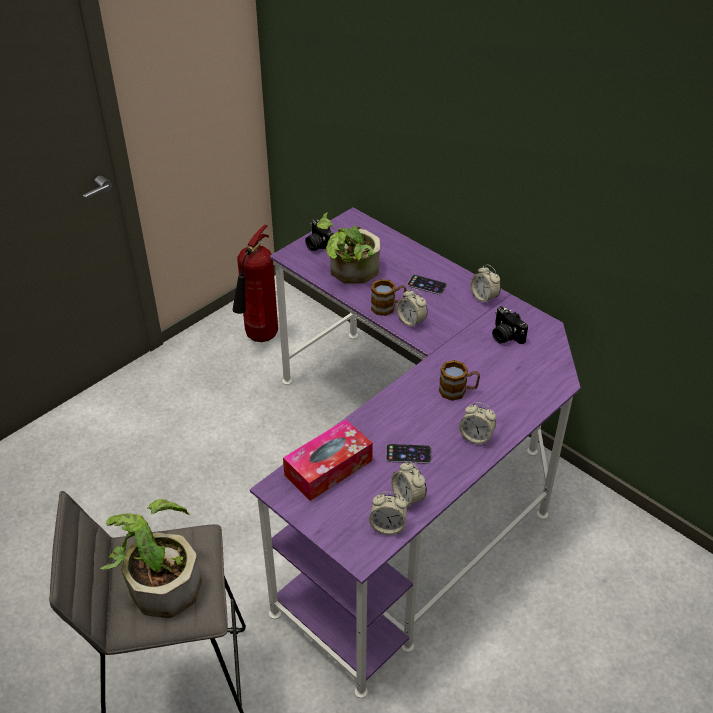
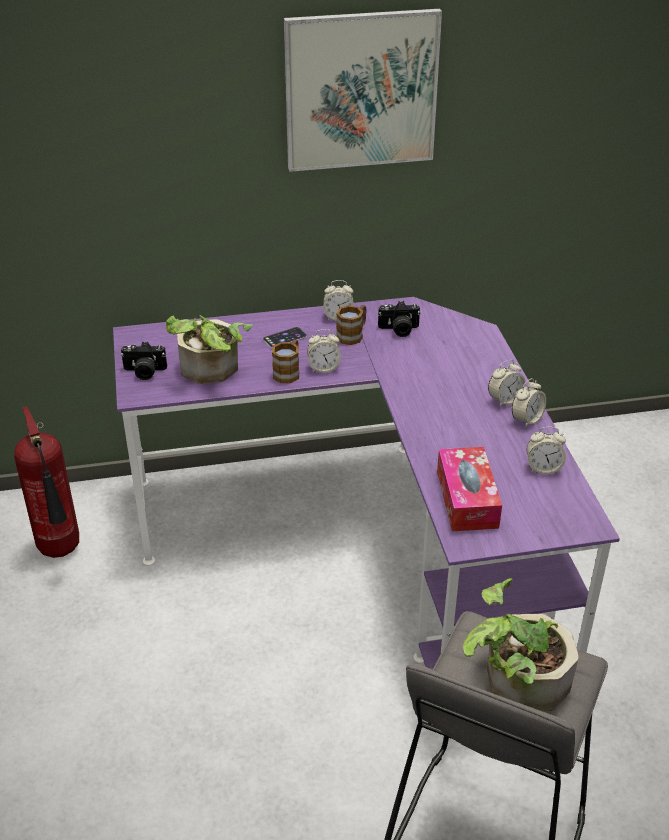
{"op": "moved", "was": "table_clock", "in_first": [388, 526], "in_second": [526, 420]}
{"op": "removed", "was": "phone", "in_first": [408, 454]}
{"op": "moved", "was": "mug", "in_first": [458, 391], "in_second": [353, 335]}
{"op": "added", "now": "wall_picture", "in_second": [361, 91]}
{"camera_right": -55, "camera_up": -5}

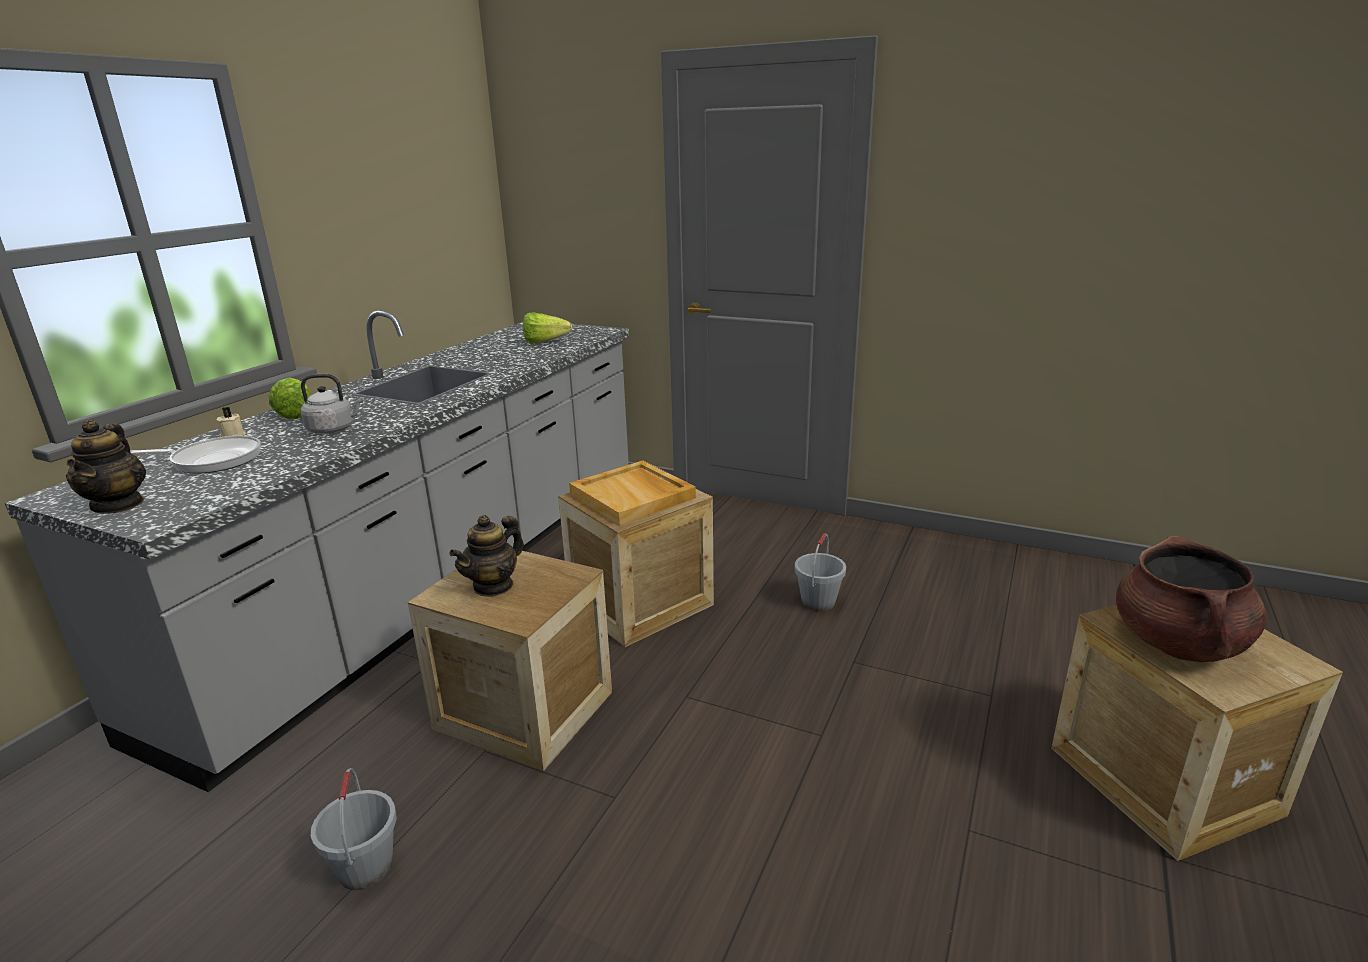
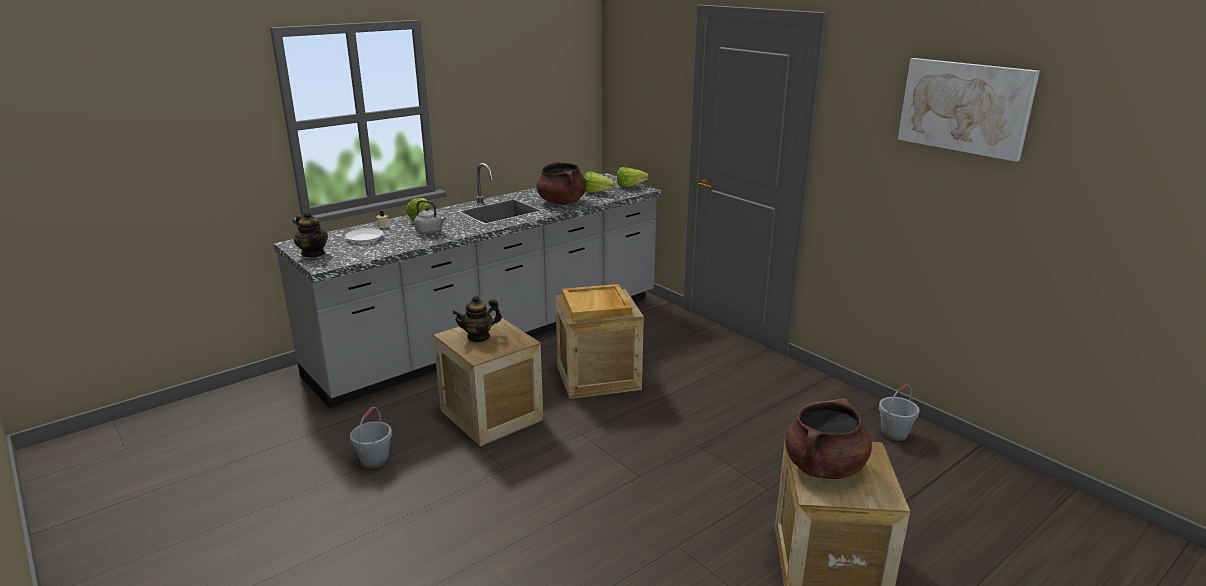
{"op": "turned", "was": "teapot", "in_first": [118, 504], "in_second": [313, 254], "clockwise": -60}
{"op": "replaced", "was": "pan", "now": "white_plate", "in_first": [212, 460], "in_second": [365, 238]}
{"op": "moved", "was": "greyish_water_bucket", "in_first": [818, 601], "in_second": [894, 433]}
{"op": "added", "now": "brown-coloured_saucepot", "in_second": [562, 202]}
{"op": "added", "now": "head_of_lettuce", "in_second": [633, 186]}
{"op": "added", "now": "wall_picture", "in_second": [965, 107]}
{"camera_right": 25, "camera_up": 0}

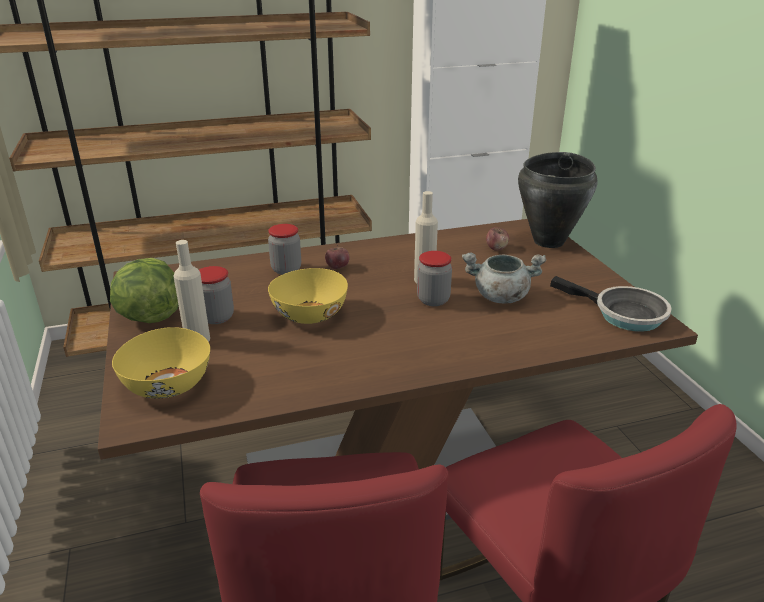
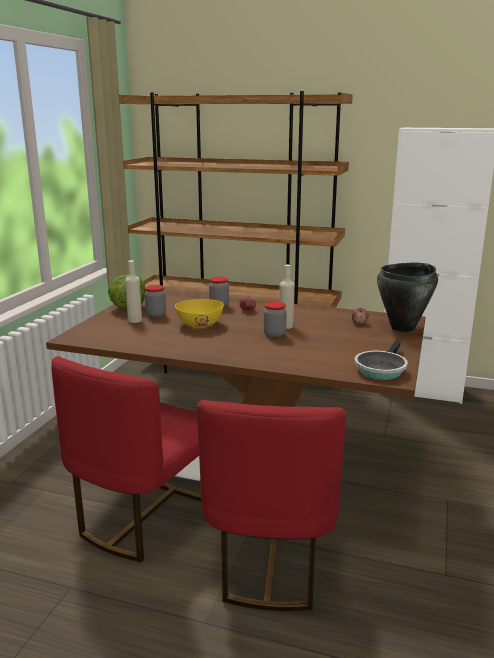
{"op": "removed", "was": "yellow_bowl", "in_first": [167, 384]}
{"op": "removed", "was": "greyish_saucepot", "in_first": [500, 297]}
{"op": "turned", "was": "pan", "in_first": [623, 314], "in_second": [381, 369], "clockwise": 45}
{"camera_right": 35, "camera_up": -10}

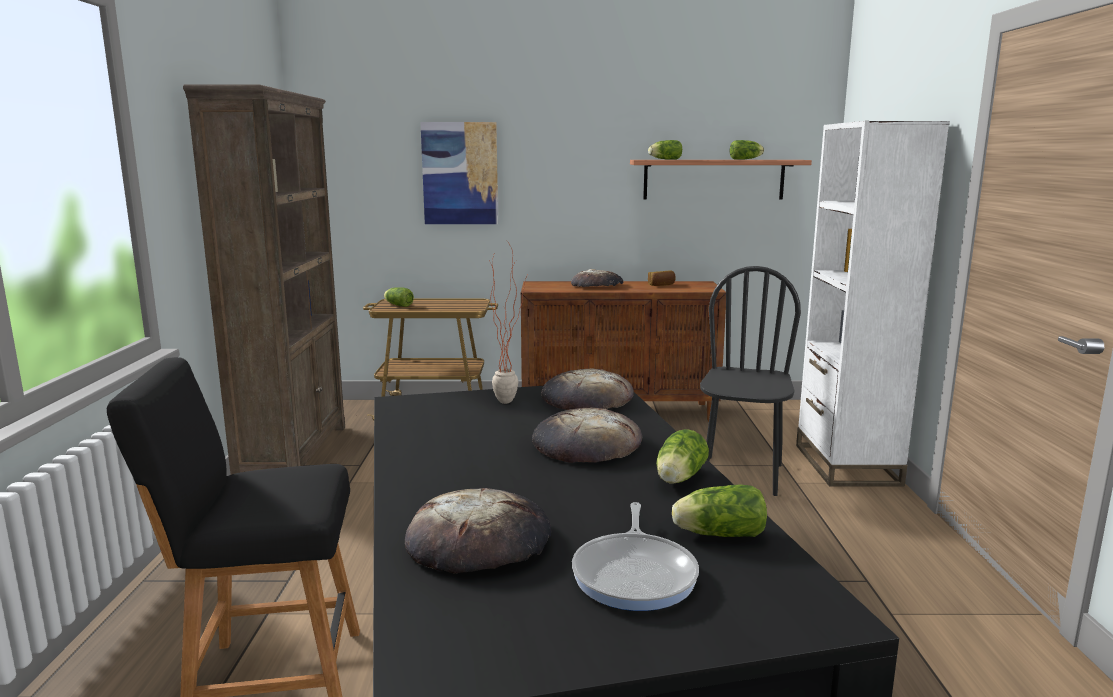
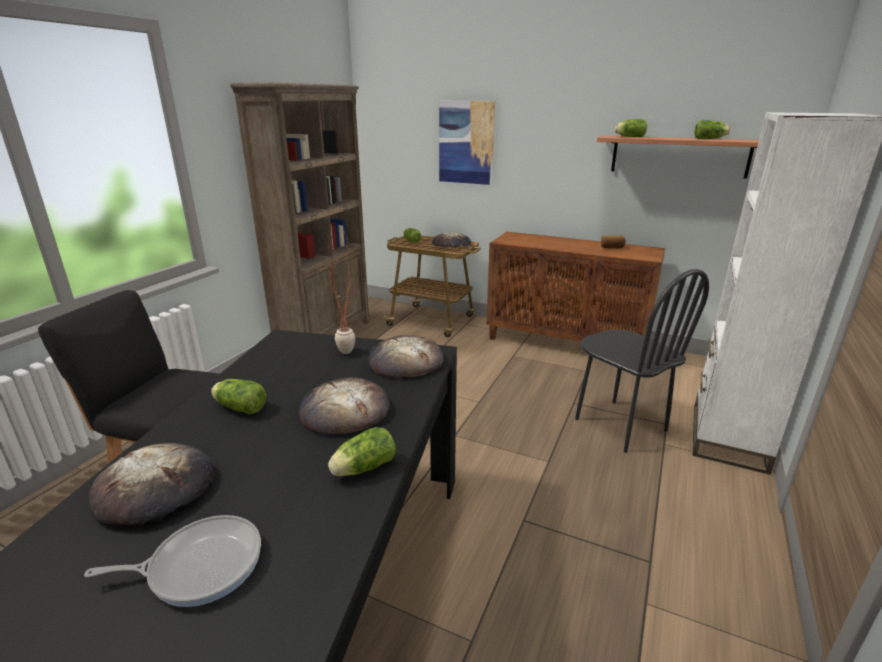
{"op": "moved", "was": "baked_bread", "in_first": [597, 285], "in_second": [451, 244]}
{"op": "turned", "was": "pan", "in_first": [635, 574], "in_second": [200, 565], "clockwise": -135}
{"op": "moved", "was": "head_of_lettuce", "in_first": [716, 534], "in_second": [239, 407]}
{"op": "turned", "was": "black_chair", "in_first": [741, 475], "in_second": [620, 425], "clockwise": 105}
{"camera_right": 25, "camera_up": 10}

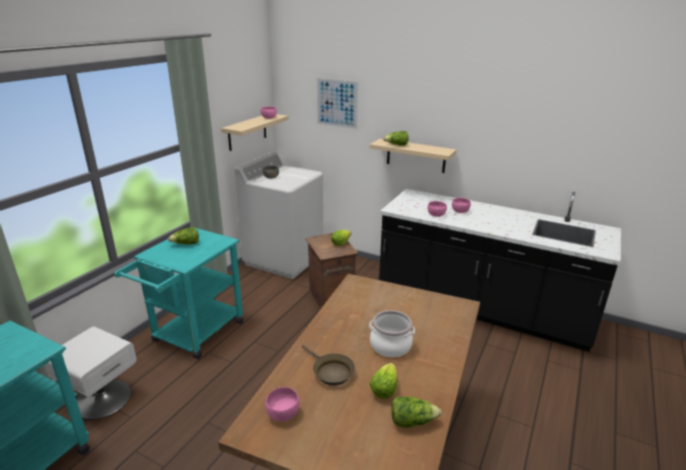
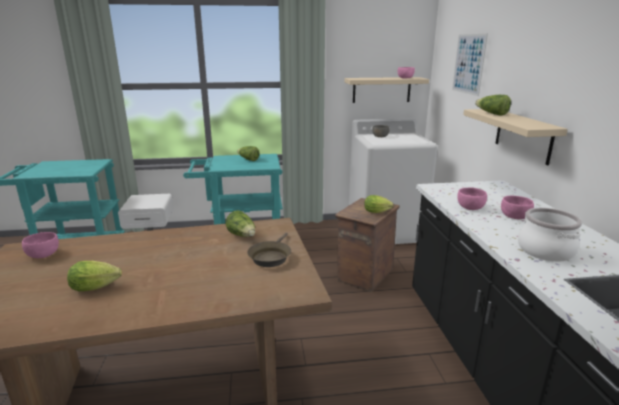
{"op": "moved", "was": "brown-coloured_pan", "in_first": [330, 372], "in_second": [270, 257]}
{"op": "moved", "was": "saucepot", "in_first": [390, 346], "in_second": [544, 251]}
{"op": "moved", "was": "head_of_lettuce", "in_first": [412, 421], "in_second": [242, 235]}
{"camera_right": 55, "camera_up": -5}

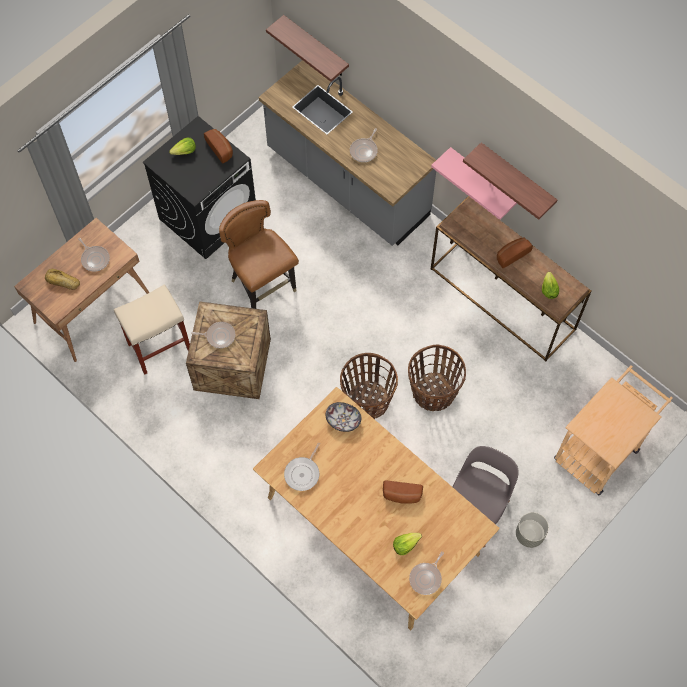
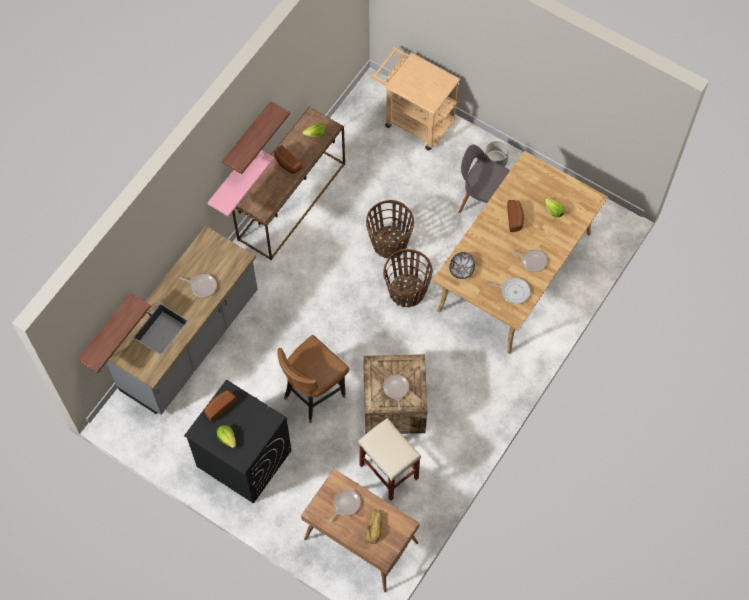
{"op": "moved", "was": "pan", "in_first": [426, 578], "in_second": [532, 261]}
{"camera_right": -100, "camera_up": 0}

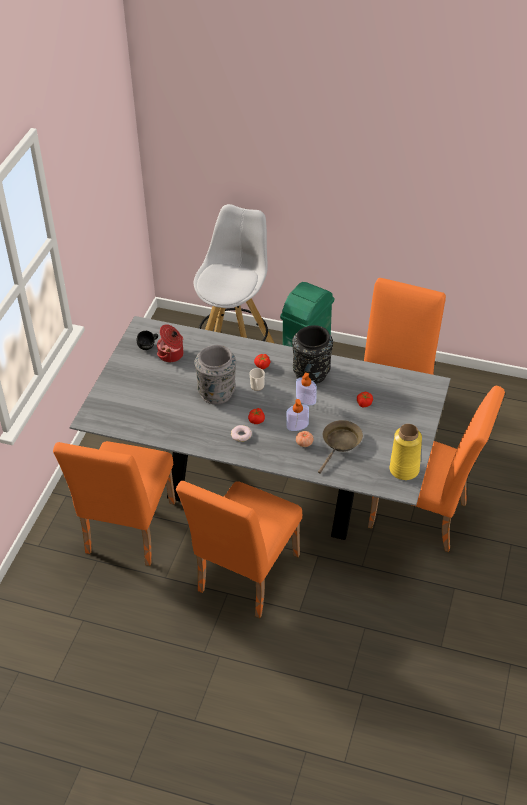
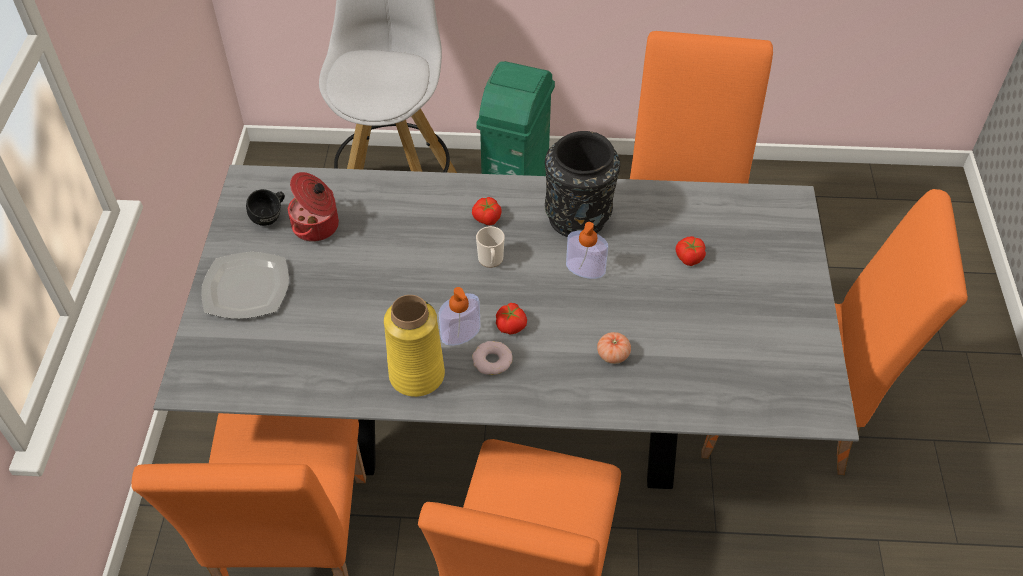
{"op": "removed", "was": "greyish_vase", "in_first": [217, 393]}
{"op": "moved", "was": "soap_bottle", "in_first": [297, 425], "in_second": [460, 333]}
{"op": "removed", "was": "brown-coloured_pan", "in_first": [340, 443]}
{"op": "moved", "was": "yellow_vase", "in_first": [404, 469], "in_second": [416, 375]}
{"op": "added", "now": "plate", "in_second": [247, 287]}
{"camera_right": -15, "camera_up": 5}

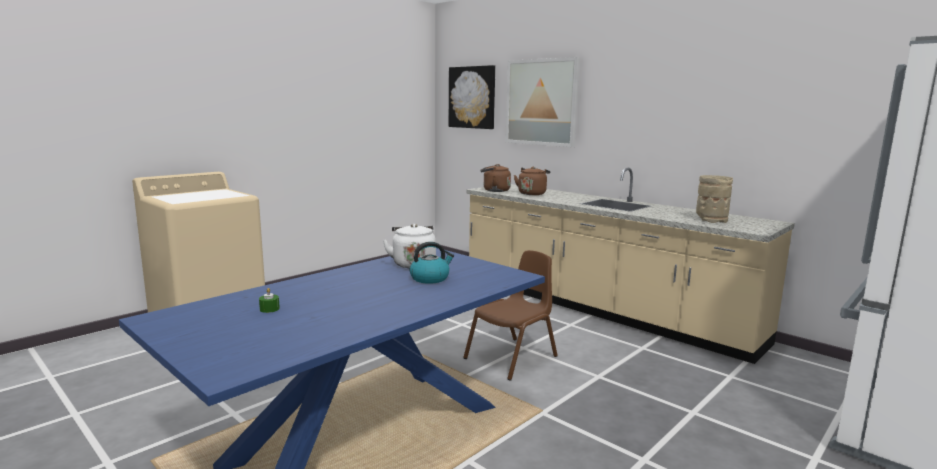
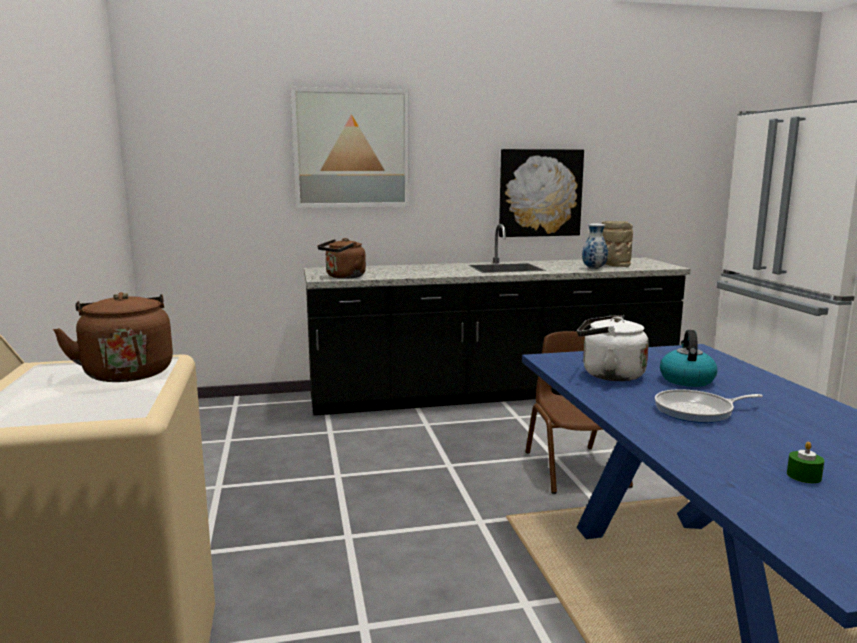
{"op": "moved", "was": "wall_picture", "in_first": [472, 97], "in_second": [540, 193]}
{"op": "recoloured", "was": "beige_kitchen_counter", "now": "black_kitchen_counter", "in_first": [599, 309], "in_second": [493, 393]}
{"op": "moved", "was": "brown-coloured_tea_kettle", "in_first": [532, 193], "in_second": [127, 372]}
{"op": "added", "now": "vase", "in_second": [593, 268]}
{"op": "added", "now": "pan", "in_second": [697, 411]}
{"camera_right": -55, "camera_up": 0}

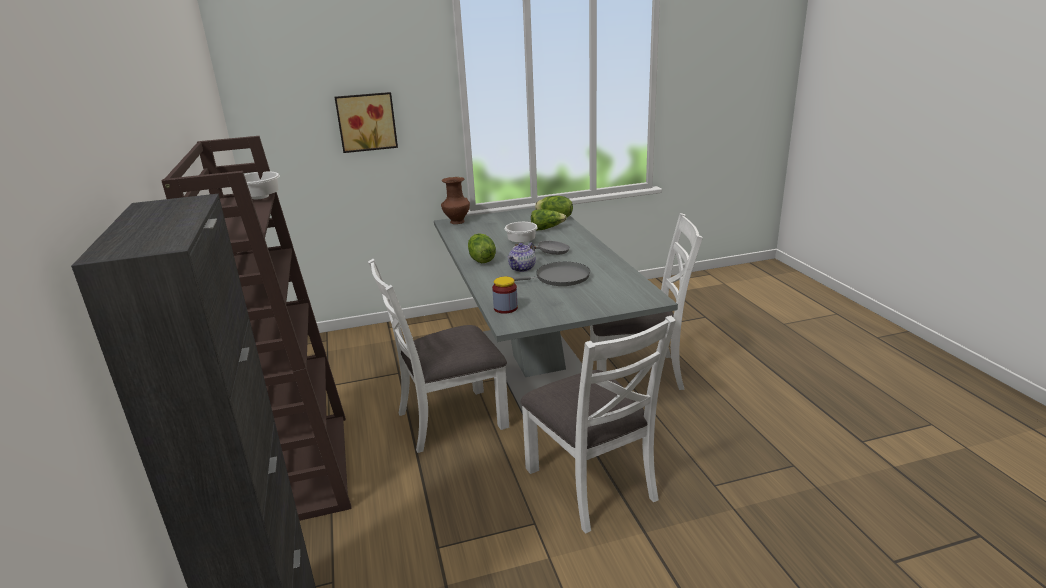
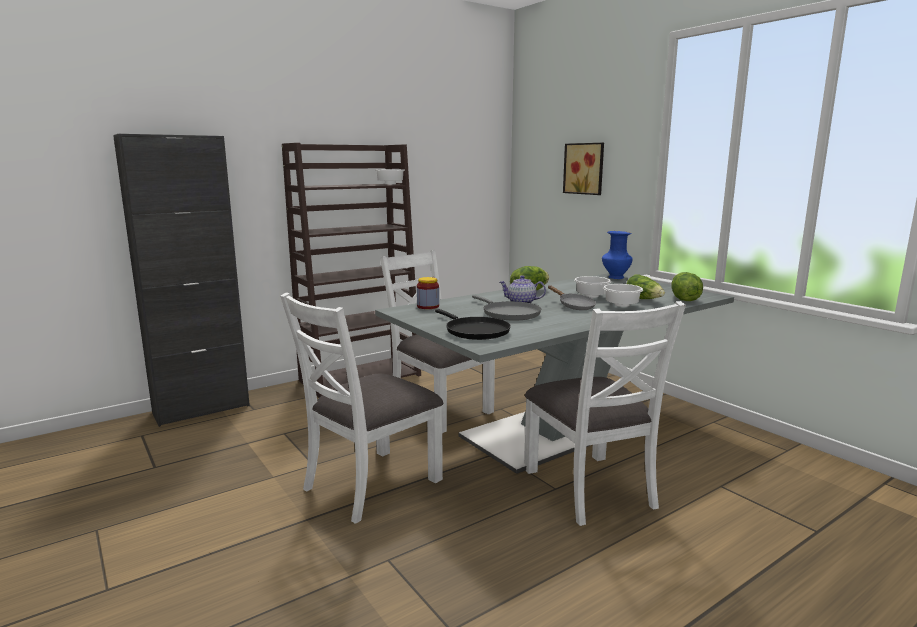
{"op": "recoloured", "was": "brown-coloured_vase", "now": "bluish_vase", "in_first": [456, 222], "in_second": [615, 277]}
{"op": "added", "now": "black_pan", "in_second": [474, 331]}
{"op": "added", "now": "white_bowl", "in_second": [620, 306]}
{"camera_right": 70, "camera_up": -10}

